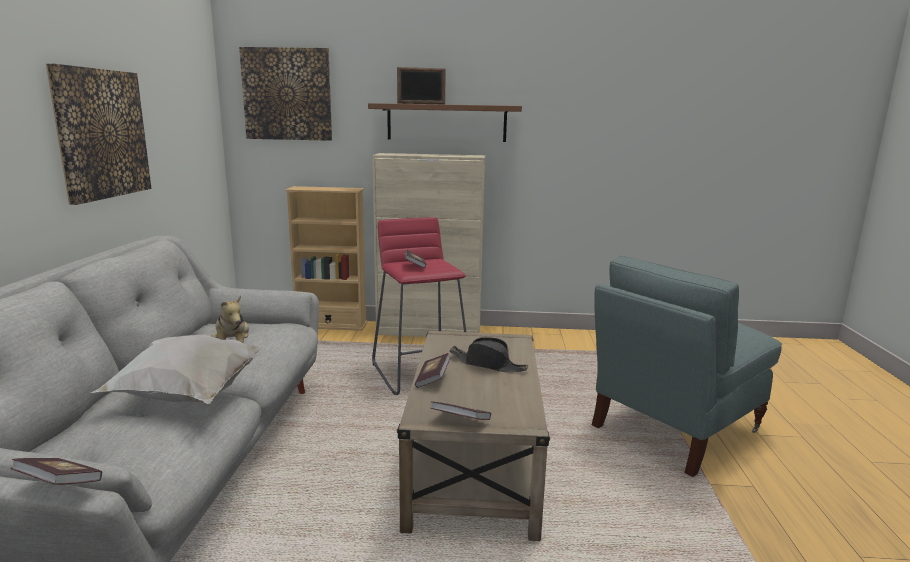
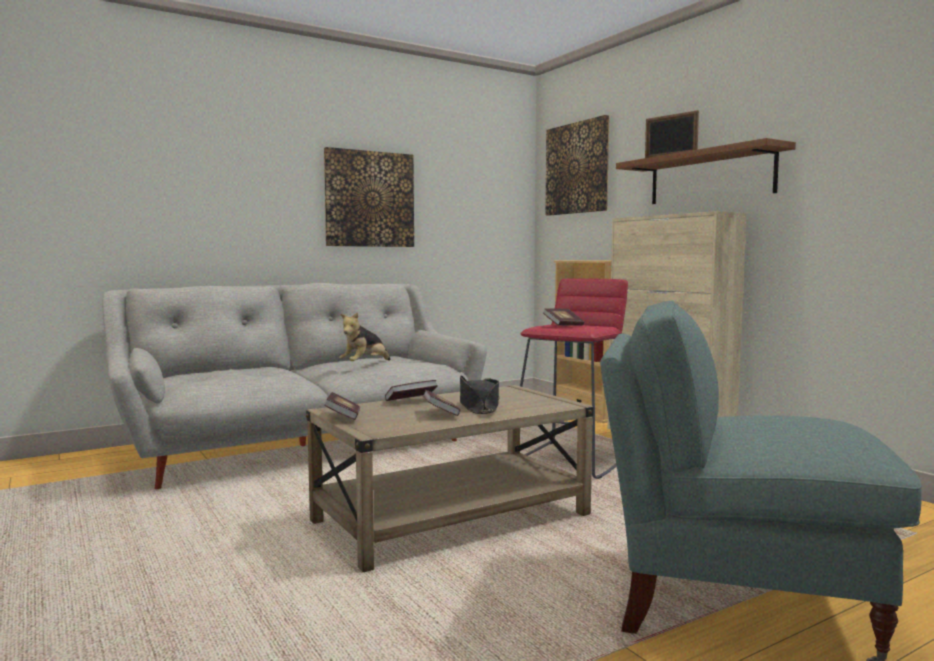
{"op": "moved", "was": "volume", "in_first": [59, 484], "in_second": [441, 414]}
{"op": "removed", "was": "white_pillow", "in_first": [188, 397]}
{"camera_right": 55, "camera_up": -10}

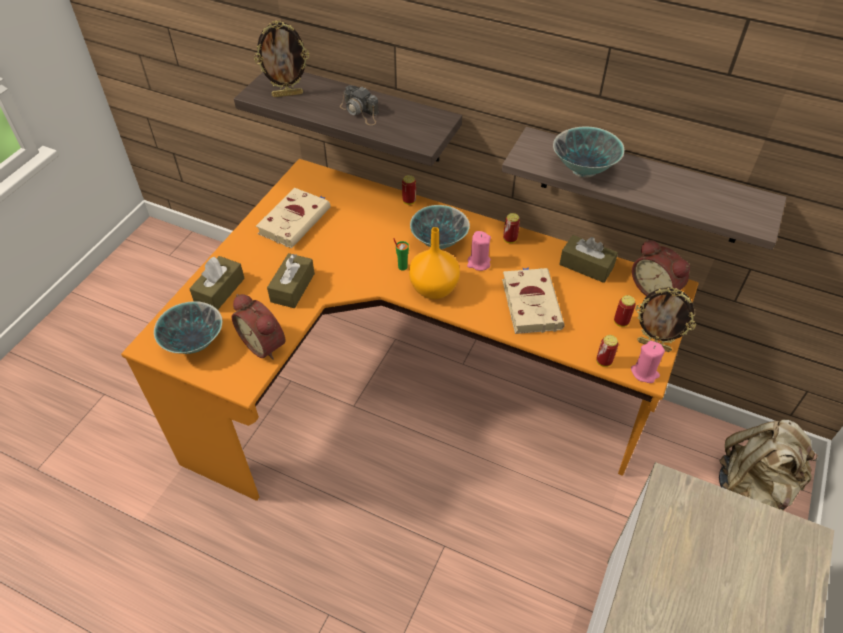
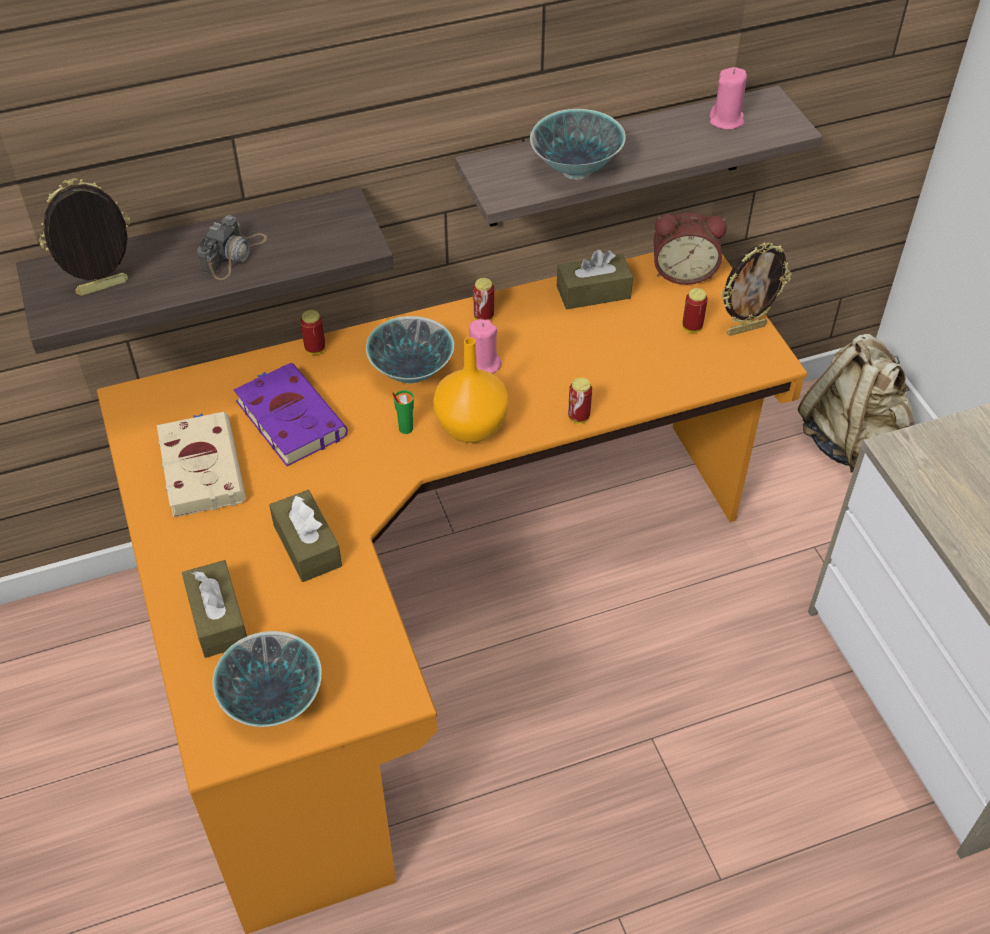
{"op": "removed", "was": "table_clock", "in_first": [265, 343]}
{"op": "turned", "was": "photo_frame", "in_first": [287, 94], "in_second": [103, 289], "clockwise": -150}
{"op": "turned", "was": "photo_camera", "in_first": [360, 112], "in_second": [234, 254], "clockwise": -60}
{"op": "removed", "was": "beige_volume", "in_first": [530, 302]}
{"op": "moved", "was": "can", "in_first": [603, 361], "in_second": [578, 417]}
{"op": "moved", "was": "pinkish_candle", "in_first": [644, 373], "in_second": [726, 120]}
{"op": "added", "now": "purple-coloured_volume", "in_second": [288, 417]}
{"camera_right": -45, "camera_up": 0}

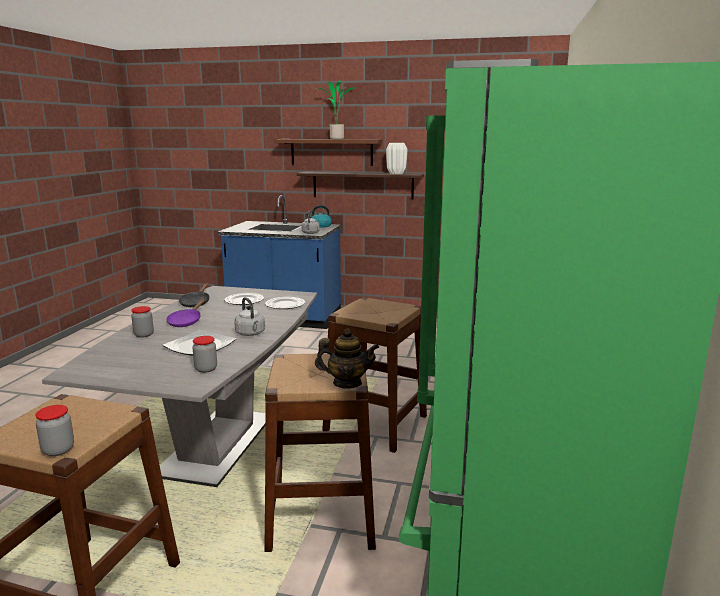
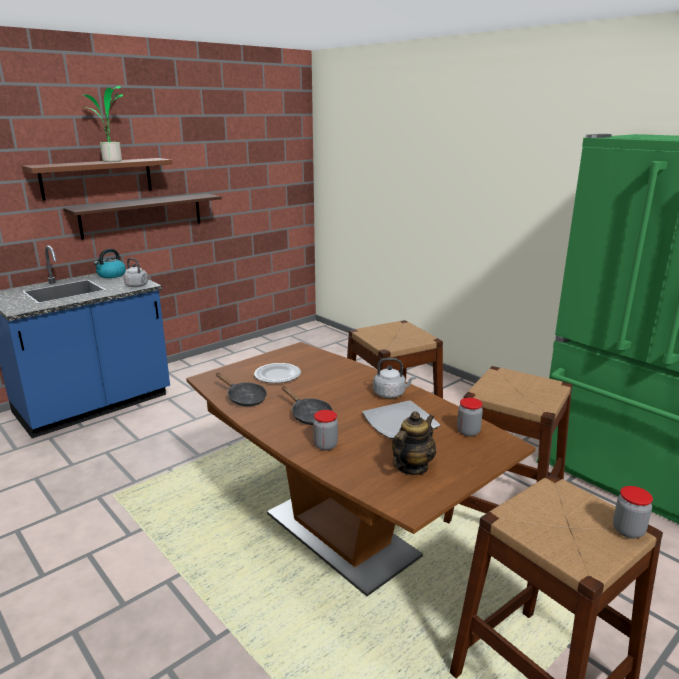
{"op": "recoloured", "was": "greyish_dinner_table", "now": "brown-coloured_dinner_table", "in_first": [217, 444], "in_second": [340, 535]}
{"op": "recoloured", "was": "purple-coloured_pan", "now": "black_pan", "in_first": [186, 321], "in_second": [309, 415]}
{"op": "removed", "was": "plate", "in_first": [284, 305]}
{"op": "moved", "was": "teapot", "in_first": [347, 383], "in_second": [411, 467]}
{"op": "removed", "was": "white_vase", "in_first": [396, 173]}
{"camera_right": -55, "camera_up": 5}

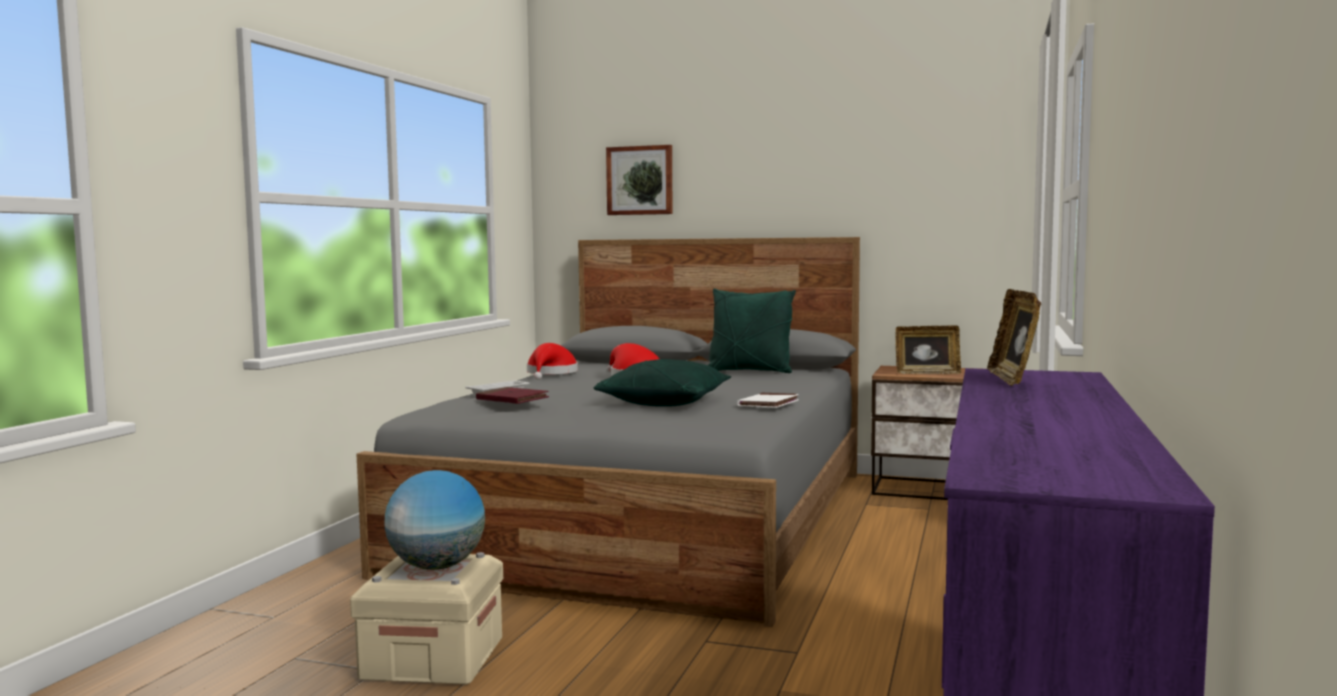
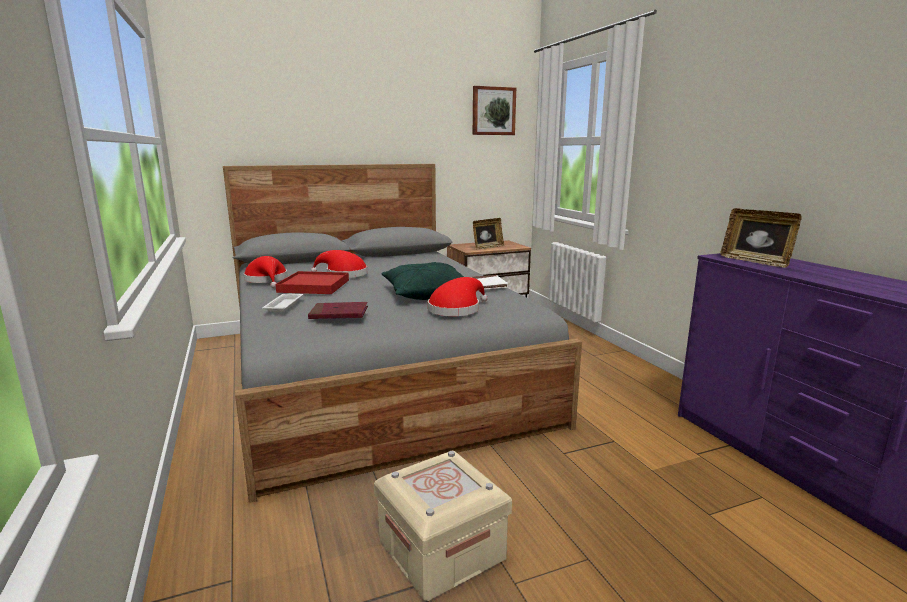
{"op": "removed", "was": "world_globe", "in_first": [437, 567]}
{"op": "moved", "was": "wall_picture", "in_first": [640, 180], "in_second": [493, 111]}
{"op": "removed", "was": "greenish_pillow", "in_first": [749, 372]}
{"op": "added", "now": "red_tray", "in_second": [313, 286]}
{"op": "added", "now": "red_wearable_hat", "in_second": [456, 309]}
{"camera_right": -40, "camera_up": 10}

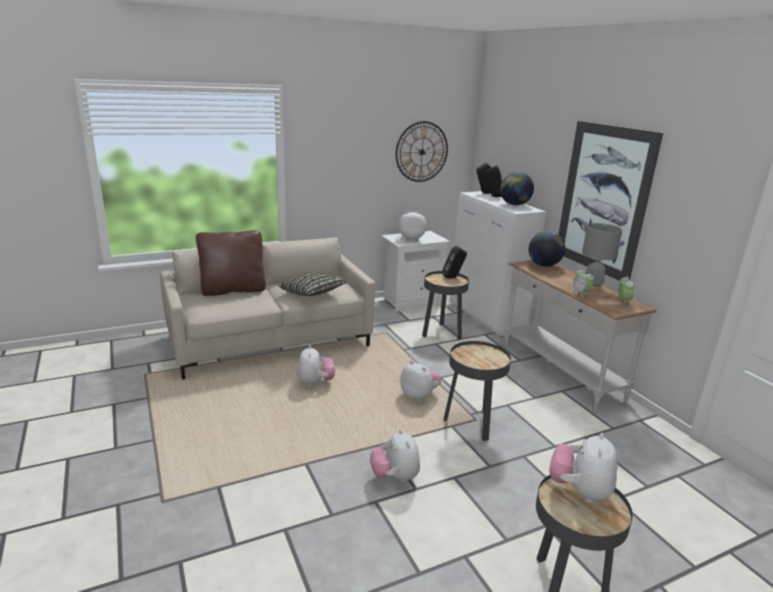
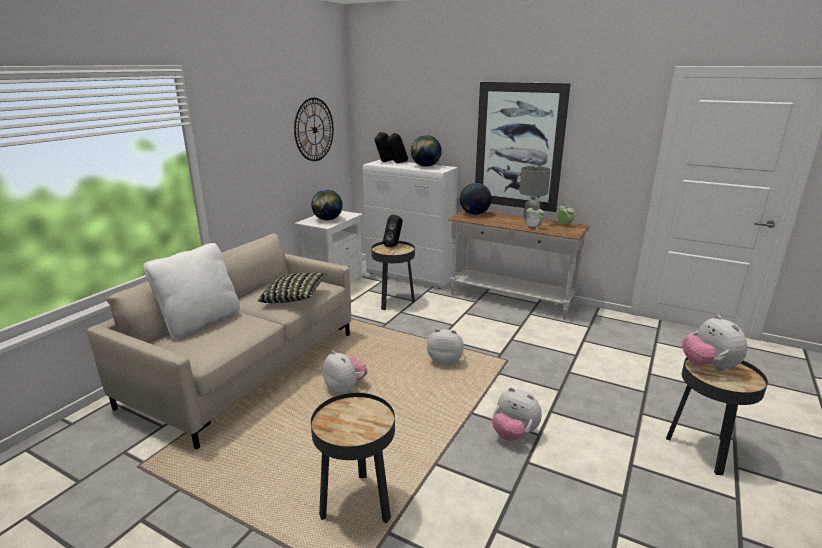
{"op": "recoloured", "was": "brown-coloured_pillow", "now": "white_pillow", "in_first": [233, 290], "in_second": [201, 322]}
{"op": "replaced", "was": "plush_toy", "now": "world_globe", "in_first": [411, 239], "in_second": [327, 219]}
{"op": "moved", "was": "black_end_table", "in_first": [471, 423], "in_second": [357, 504]}
{"camera_right": -35, "camera_up": 0}

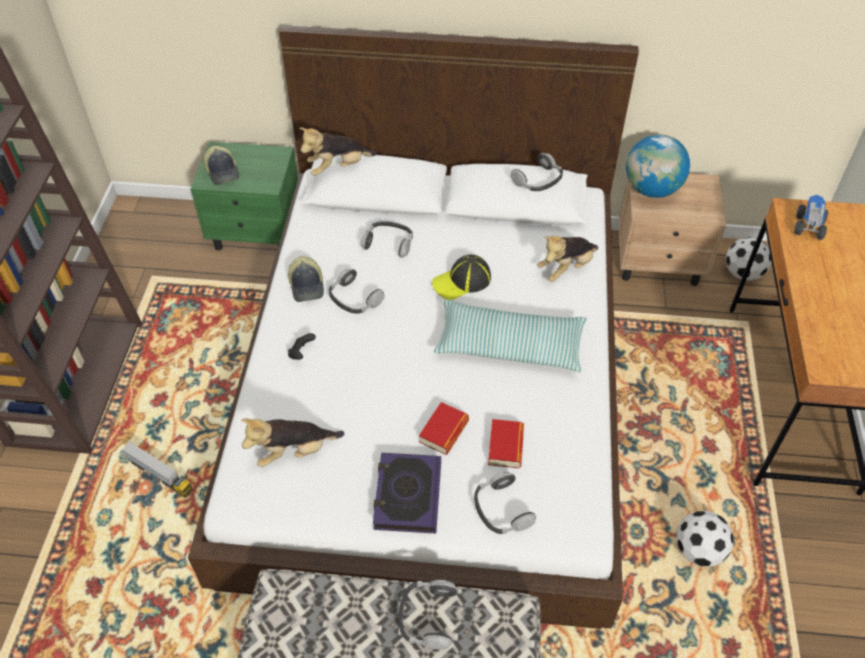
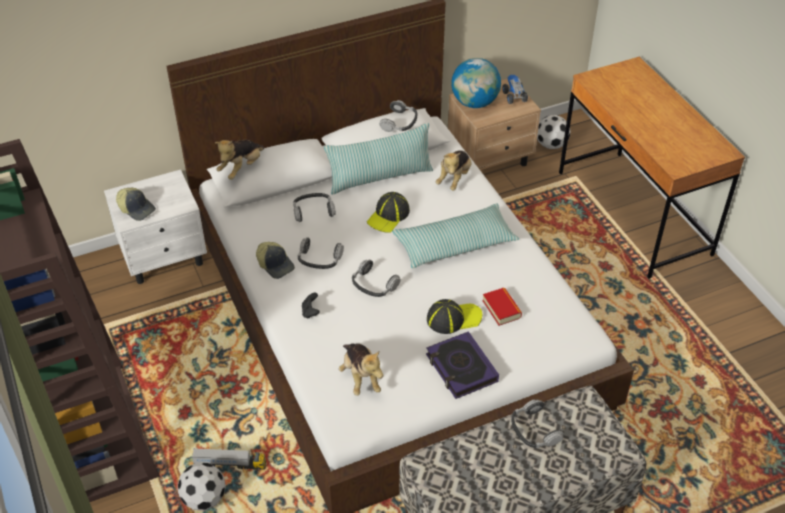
{"op": "recoloured", "was": "greenish_night_table", "now": "white_night_table", "in_first": [257, 233], "in_second": [165, 257]}
{"op": "turned", "was": "plush_toy", "in_first": [294, 452], "in_second": [360, 377], "clockwise": -60}
{"op": "replaced", "was": "volume", "now": "baseball_cap", "in_first": [444, 431], "in_second": [453, 318]}
{"op": "moved", "was": "pair_of_headphones", "in_first": [501, 509], "in_second": [374, 285]}
{"op": "moved", "was": "ball_for_football", "in_first": [699, 550], "in_second": [204, 498]}
{"op": "moved", "was": "toy_truck", "in_first": [808, 226], "in_second": [514, 96]}
{"op": "added", "now": "pillow", "in_second": [380, 177]}
{"camera_right": -30, "camera_up": -5}

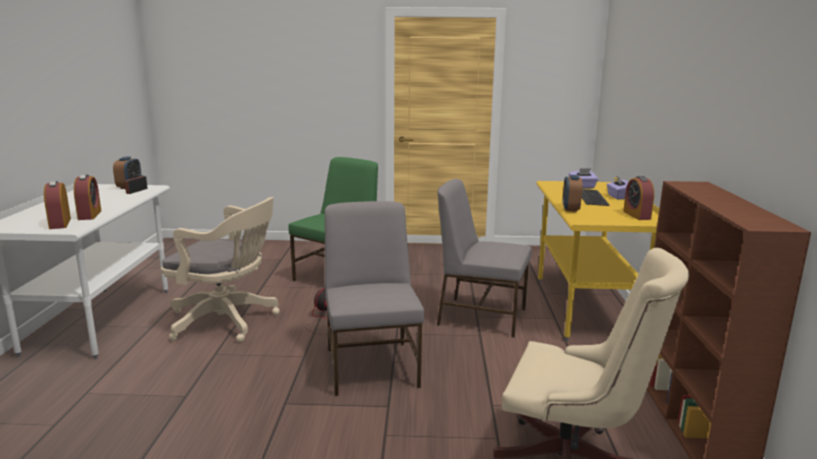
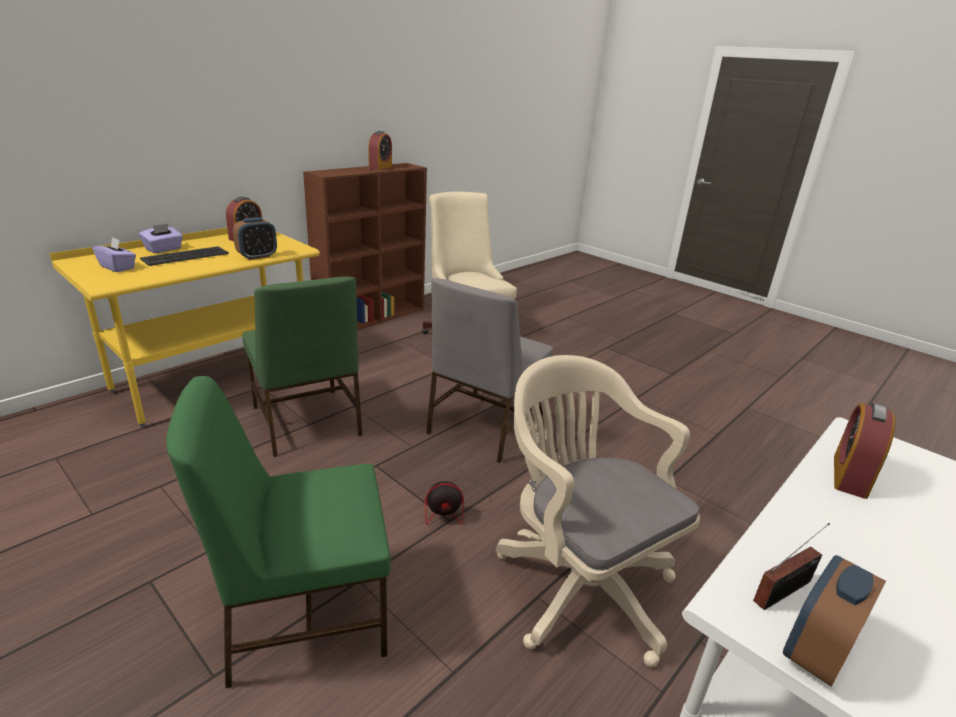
{"op": "moved", "was": "table_clock", "in_first": [60, 223], "in_second": [380, 167]}
{"op": "recoloured", "was": "greyish_chair", "now": "greenish_chair", "in_first": [480, 316], "in_second": [306, 422]}
{"camera_right": -140, "camera_up": 10}

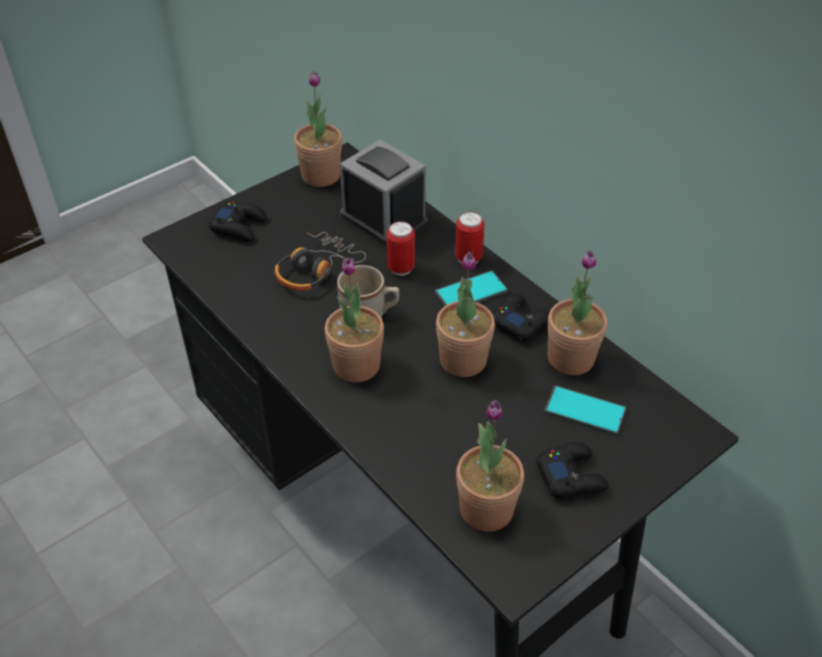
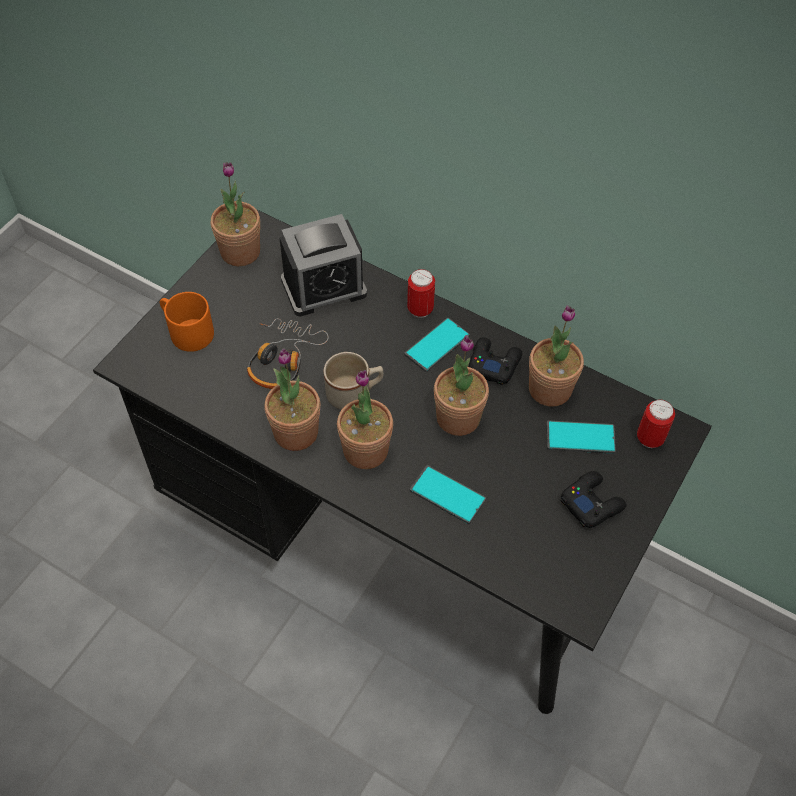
{"op": "replaced", "was": "black_gamepad", "now": "orange-coloured_mug", "in_first": [239, 226], "in_second": [186, 331]}
{"op": "turned", "was": "table_clock", "in_first": [384, 219], "in_second": [324, 287], "clockwise": 135}
{"op": "moved", "was": "can", "in_first": [401, 268], "in_second": [650, 438]}
{"op": "moved", "was": "potted_plant", "in_first": [486, 509], "in_second": [296, 432]}
{"op": "added", "now": "phone", "in_second": [447, 495]}
{"camera_right": -20, "camera_up": 10}

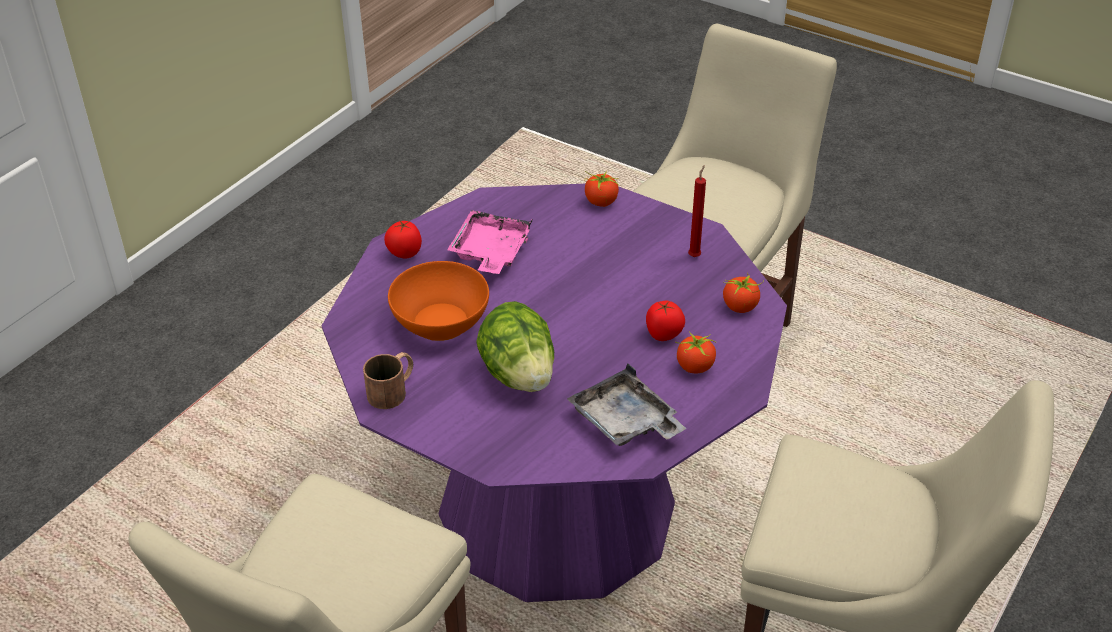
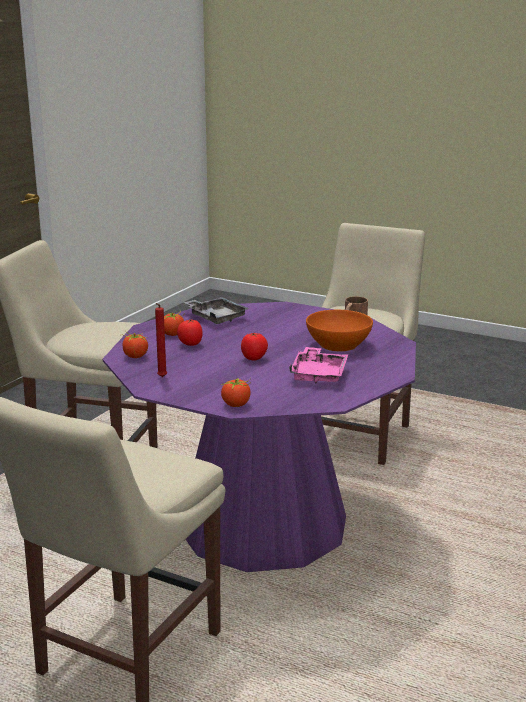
{"op": "moved", "was": "whole_tomato", "in_first": [404, 254], "in_second": [254, 358]}
{"op": "removed", "was": "head_of_lettuce", "in_first": [518, 374]}
{"camera_right": 175, "camera_up": -20}

